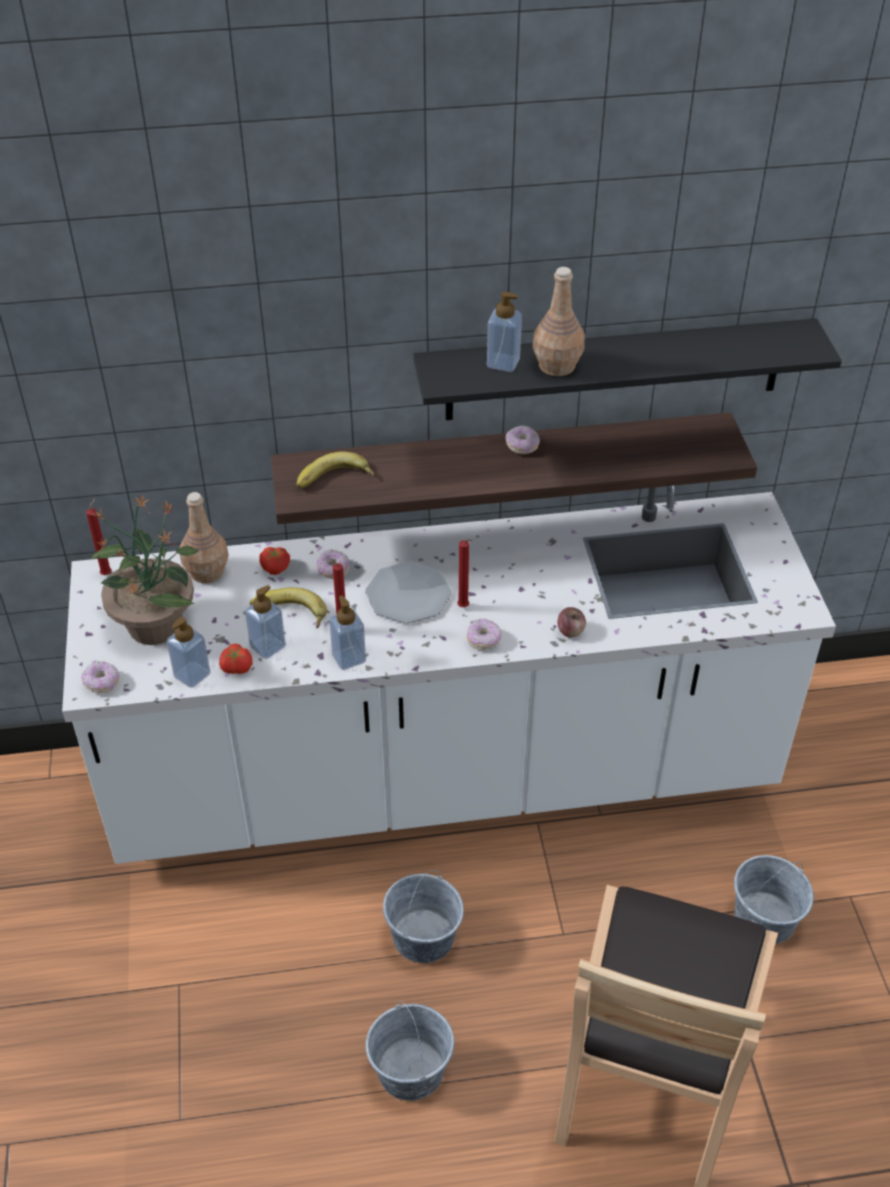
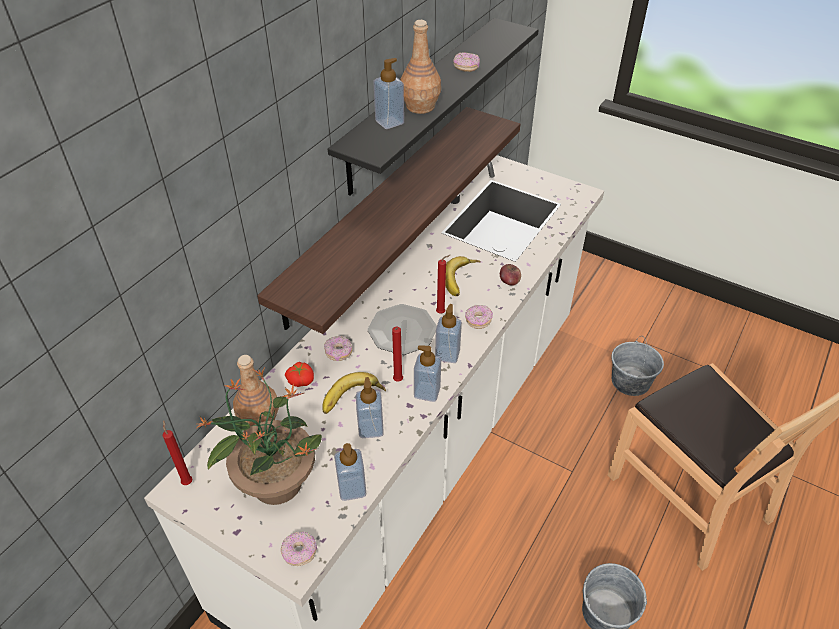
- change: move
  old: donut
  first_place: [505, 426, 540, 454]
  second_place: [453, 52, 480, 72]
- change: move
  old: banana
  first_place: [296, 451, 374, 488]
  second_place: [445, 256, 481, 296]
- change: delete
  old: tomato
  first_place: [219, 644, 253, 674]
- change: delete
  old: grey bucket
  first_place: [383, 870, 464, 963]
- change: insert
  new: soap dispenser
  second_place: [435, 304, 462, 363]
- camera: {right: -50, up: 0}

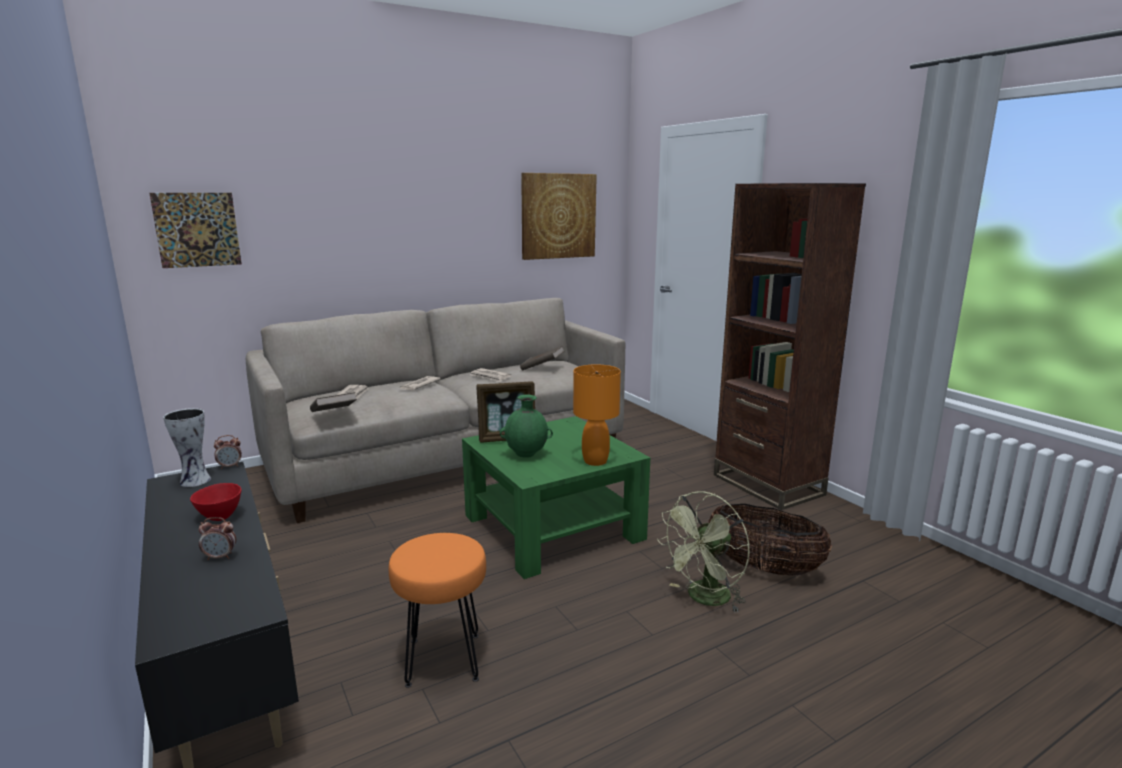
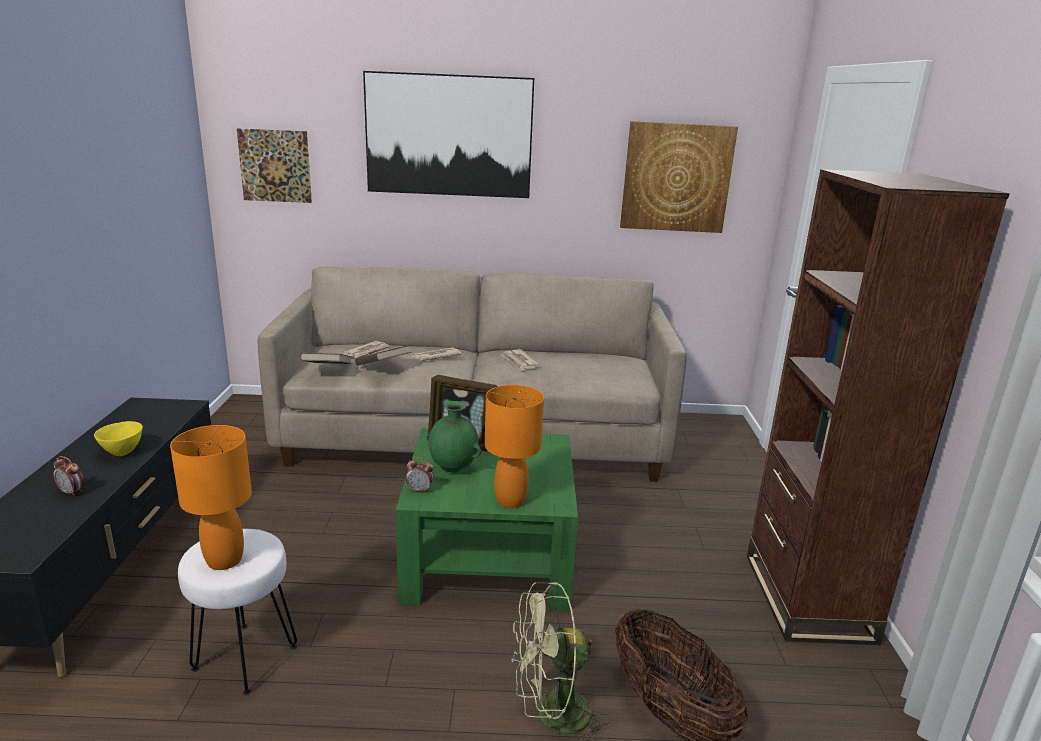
- change: move
  old: brown book
  first_place: [520, 346, 564, 371]
  second_place: [355, 345, 412, 365]
- change: delete
  old: vase
  first_place: [163, 408, 211, 487]
- change: move
  old: alarm clock
  first_place: [214, 435, 242, 469]
  second_place: [406, 457, 434, 493]
- change: recolor
  old: red bowl
  new: yellow bowl
  first_place: [190, 483, 242, 521]
  second_place: [94, 421, 143, 456]
- change: recolor
  old: orange stool
  new: white stool
  first_place: [389, 533, 486, 688]
  second_place: [178, 529, 297, 695]
- change: insert
  new: picture
  second_place: [363, 71, 534, 198]
- change: insert
  new: orange table lamp
  second_place: [170, 425, 252, 570]
- camera: {right: 30, up: 5}

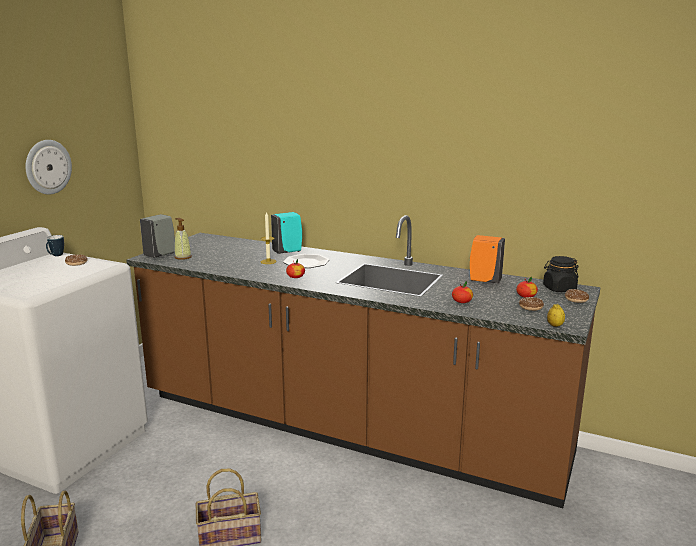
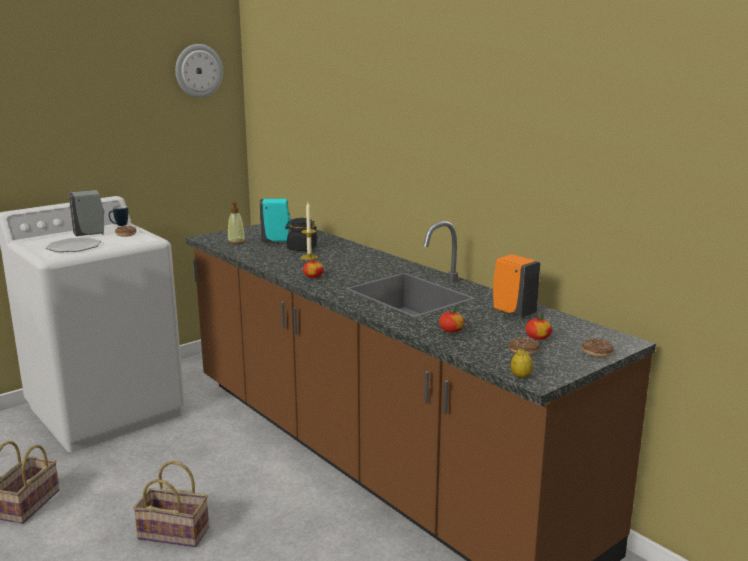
- change: move
  old: wall clock
  first_place: [26, 140, 72, 195]
  second_place: [175, 44, 223, 98]
- change: move
  old: turquoise soap dispenser
  first_place: [271, 212, 302, 254]
  second_place: [259, 198, 291, 242]
- change: move
  old: grey soap dispenser
  first_place: [140, 214, 175, 258]
  second_place: [68, 190, 104, 236]
- change: move
  old: plate
  first_place: [283, 254, 329, 268]
  second_place: [46, 237, 101, 252]
- change: move
  old: black jar
  first_place: [543, 256, 579, 292]
  second_place: [285, 218, 318, 251]
- camera: {right: 25, up: 0}

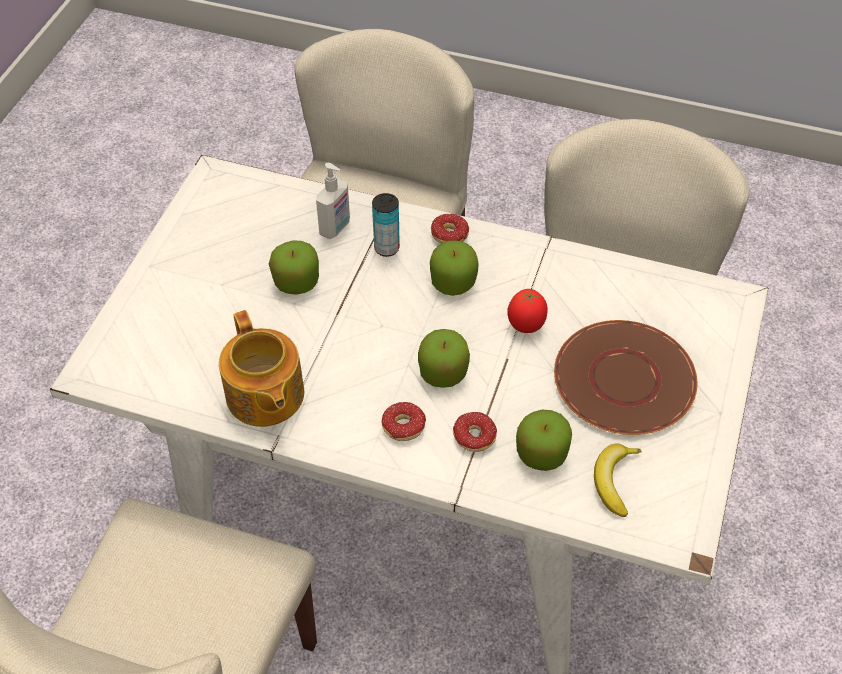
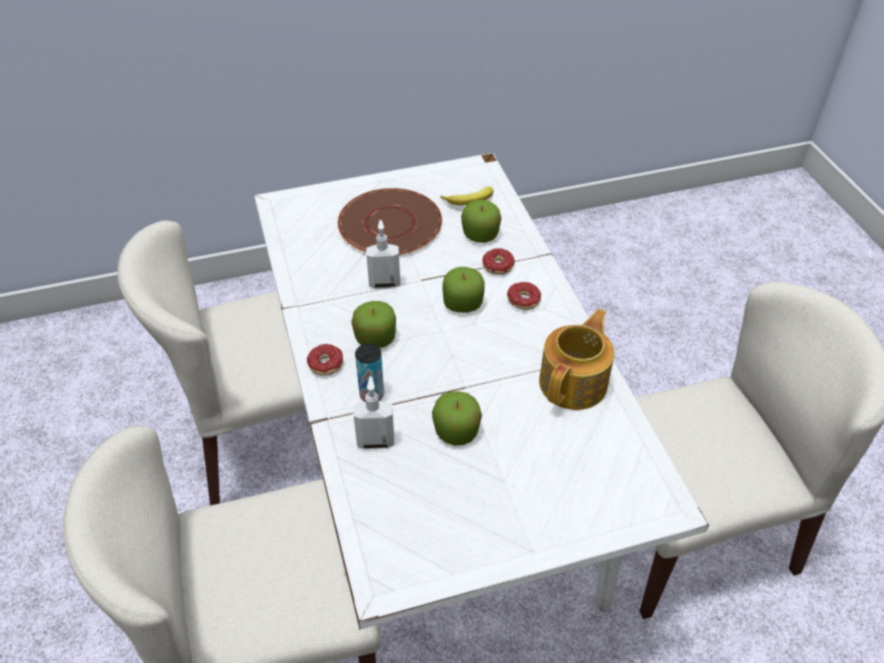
- change: replace
  old: tomato
  new: soap dispenser
  first_place: [507, 289, 548, 333]
  second_place: [366, 220, 400, 289]
- camera: {right: -125, up: -5}

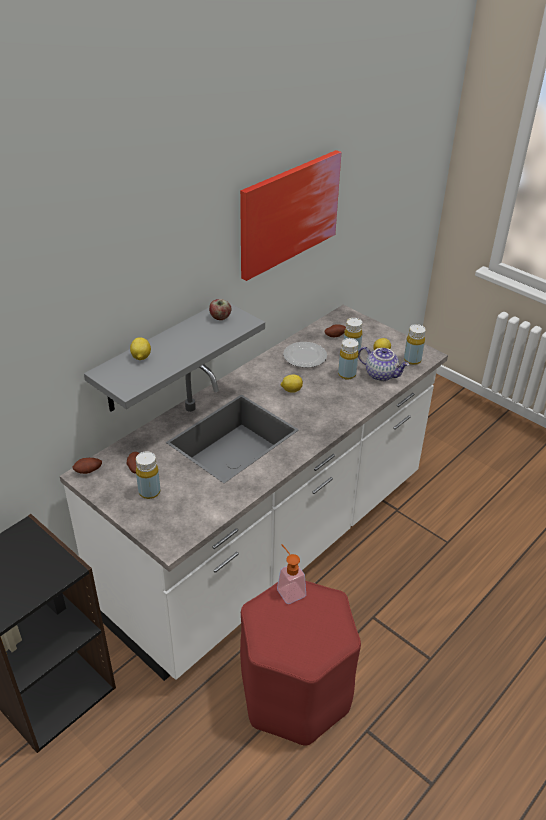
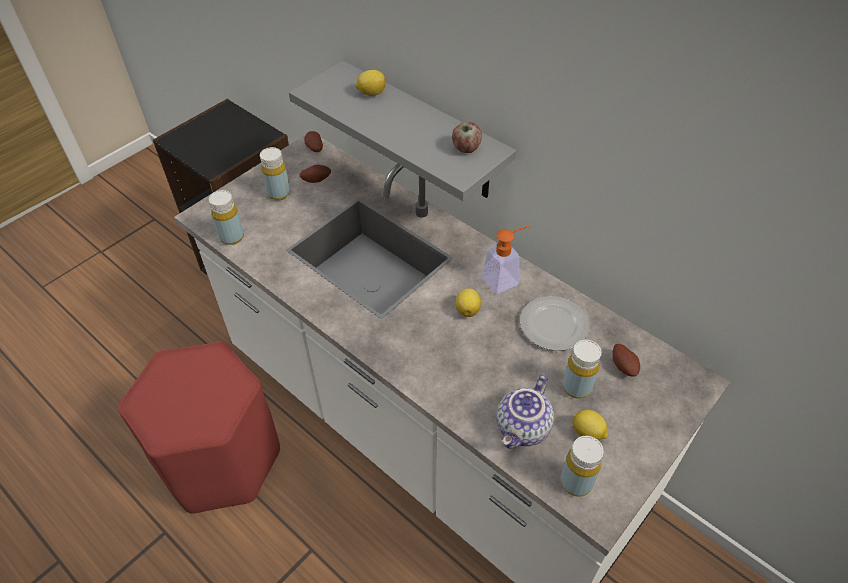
- change: delete
  old: picture
  first_place: [240, 150, 341, 281]
- change: move
  old: yellow bottle
  first_place: [338, 338, 359, 380]
  second_place: [209, 190, 244, 245]
- change: move
  old: soap dispenser
  first_place: [277, 544, 306, 604]
  second_place: [482, 225, 530, 294]
- camera: {right: 90, up: 10}

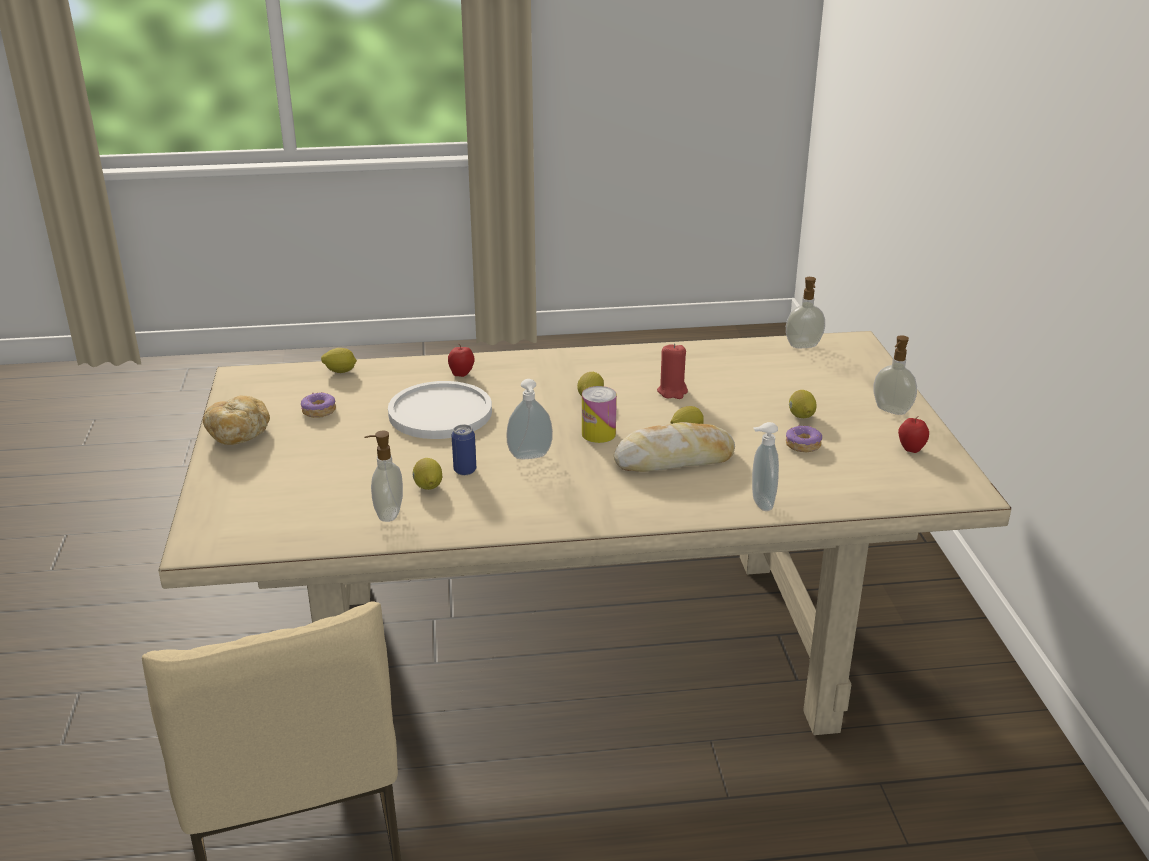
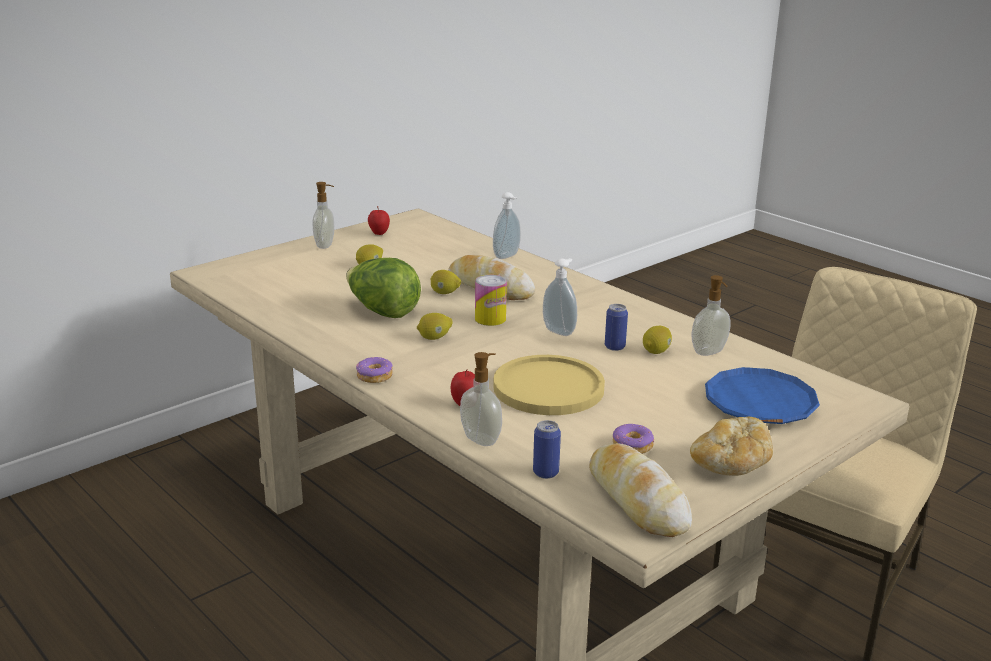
- change: move
  old: soap dispenser
  first_place: [786, 277, 825, 348]
  second_place: [460, 352, 502, 446]
- change: replace
  old: red candle
  new: lettuce
  first_place: [657, 343, 688, 399]
  second_place: [346, 258, 421, 318]
- change: replace
  old: lemon
  new: can
  first_place: [321, 348, 357, 373]
  second_place: [533, 420, 561, 479]
- change: recolor
  old: white plate
  new: yellow plate
  first_place: [388, 381, 492, 439]
  second_place: [493, 355, 605, 415]
- change: move
  old: donut
  first_place: [786, 425, 822, 453]
  second_place: [356, 357, 393, 383]
- change: insert
  new: blue plate
  second_place: [705, 367, 820, 424]
- change: insert
  new: bread
  second_place: [589, 443, 692, 537]
- camera: {right: -125, up: -5}

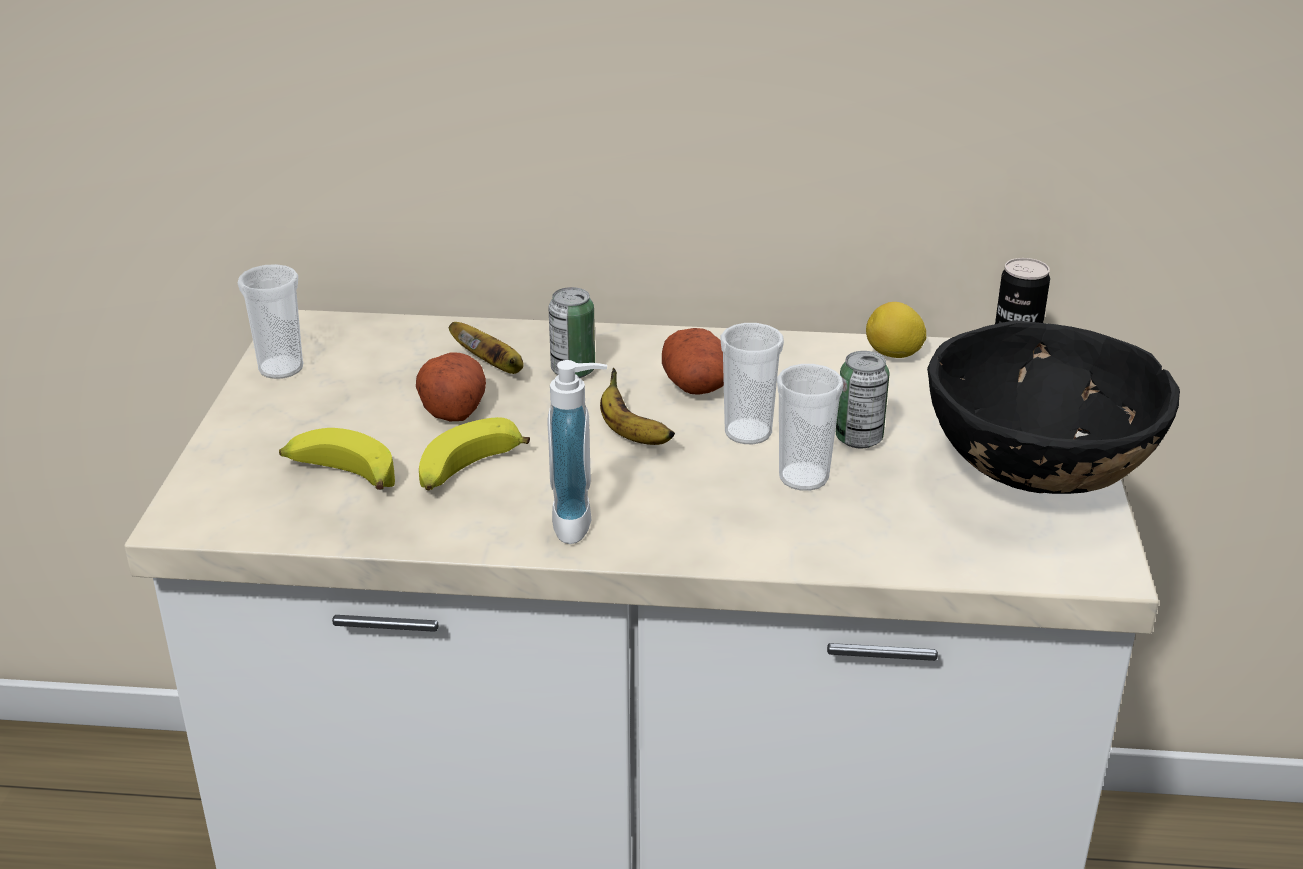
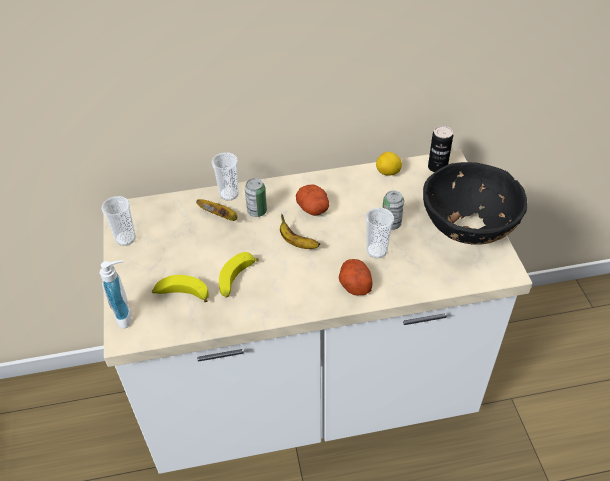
- change: move
  old: cup
  first_place: [720, 323, 784, 444]
  second_place: [212, 152, 239, 201]
- change: move
  old: potato
  first_place: [416, 352, 486, 421]
  second_place: [339, 259, 373, 295]
- change: move
  old: soap dispenser
  first_place: [547, 360, 607, 544]
  second_place: [100, 260, 132, 329]
- camera: {right: -15, up: 15}

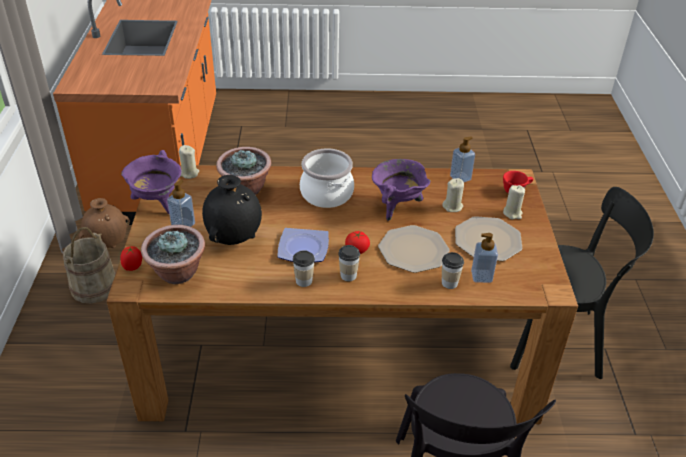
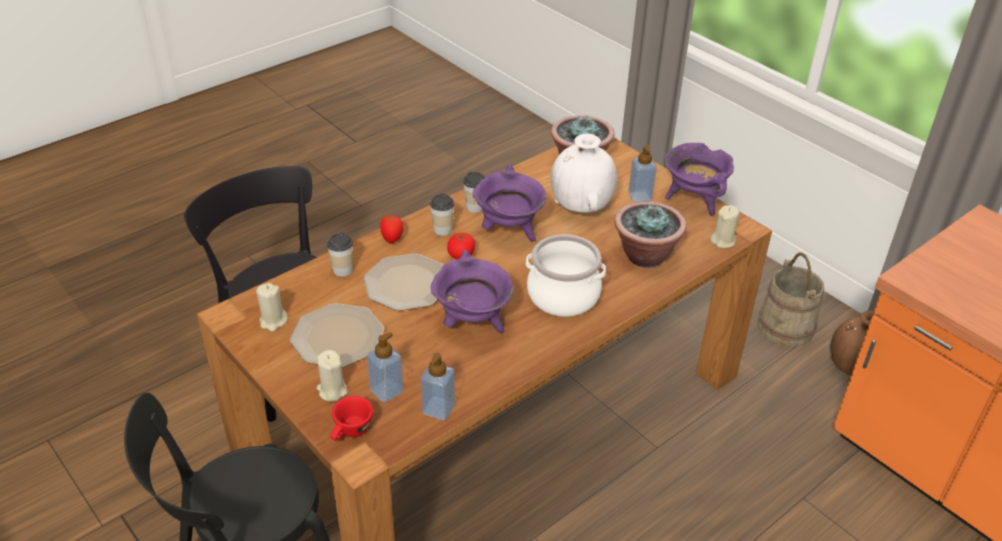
- change: recolor
  old: black vase
  new: white vase
  first_place: [202, 175, 262, 245]
  second_place: [551, 134, 617, 213]
- change: move
  old: beige candle
  first_place: [442, 178, 464, 212]
  second_place: [256, 283, 288, 331]
- change: replace
  old: plate
  new: purple cooking pot
  first_place: [277, 228, 329, 263]
  second_place: [473, 164, 546, 242]
- change: move
  old: soap dispenser
  first_place: [471, 233, 498, 283]
  second_place: [367, 332, 404, 403]
- change: move
  old: tomato
  first_place: [120, 246, 142, 271]
  second_place: [380, 214, 404, 243]
- camera: {right: 140, up: 0}

